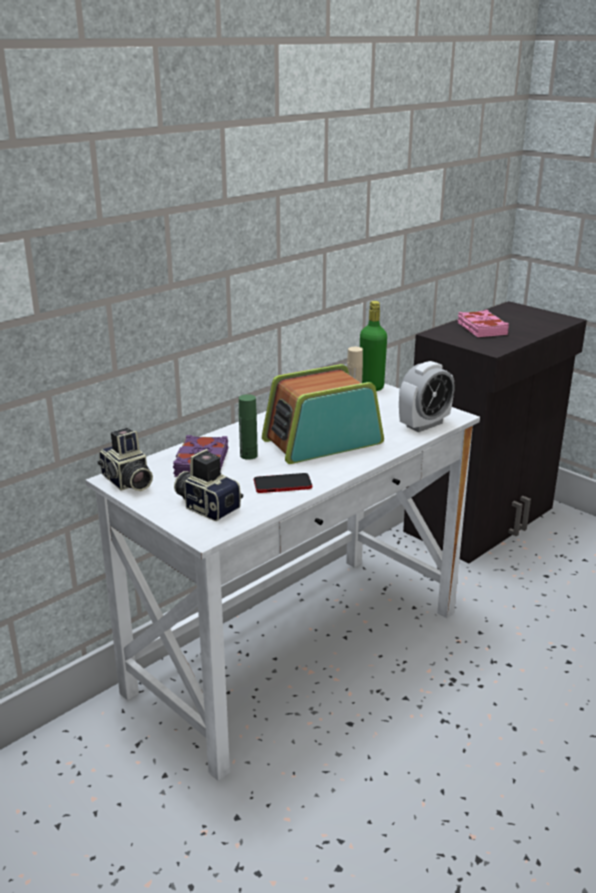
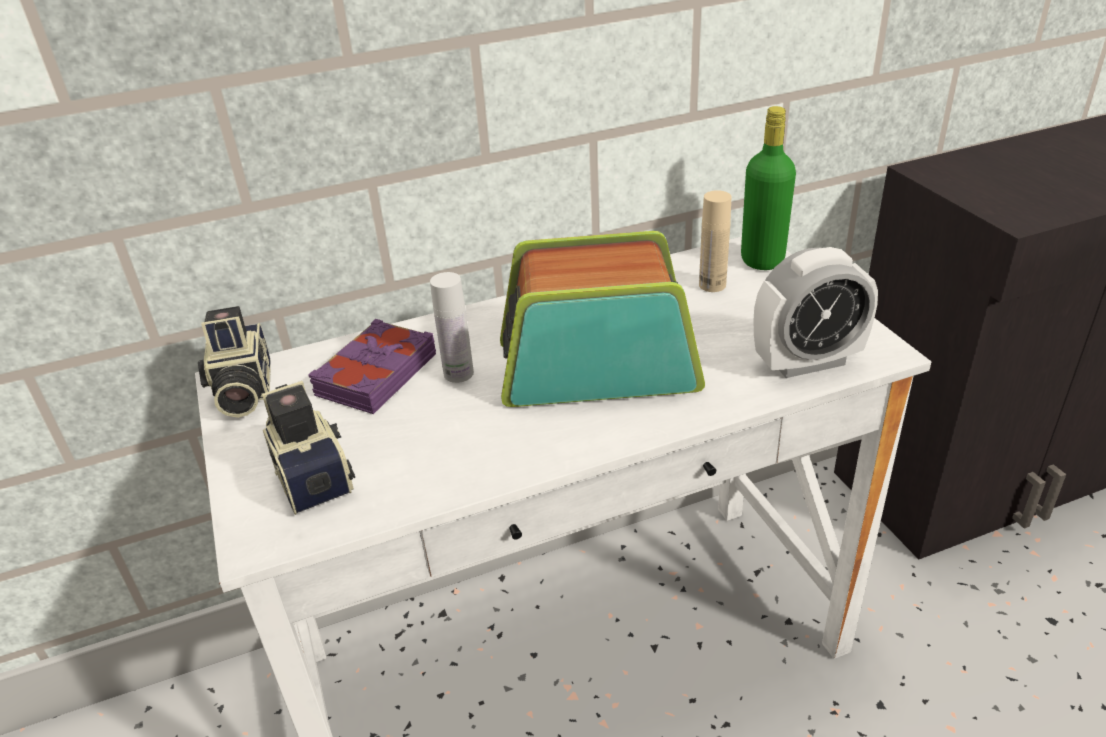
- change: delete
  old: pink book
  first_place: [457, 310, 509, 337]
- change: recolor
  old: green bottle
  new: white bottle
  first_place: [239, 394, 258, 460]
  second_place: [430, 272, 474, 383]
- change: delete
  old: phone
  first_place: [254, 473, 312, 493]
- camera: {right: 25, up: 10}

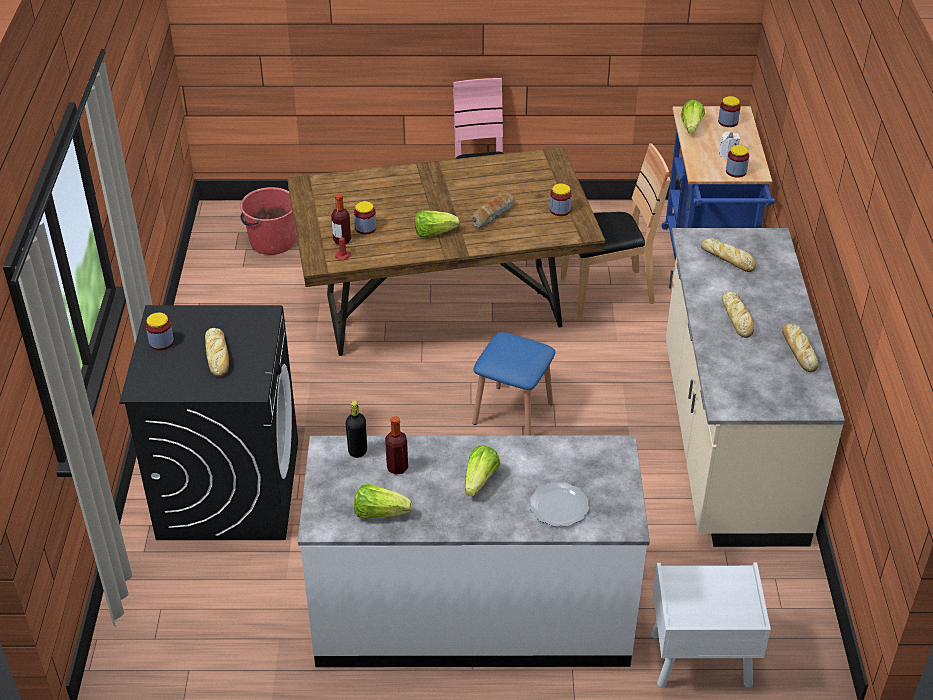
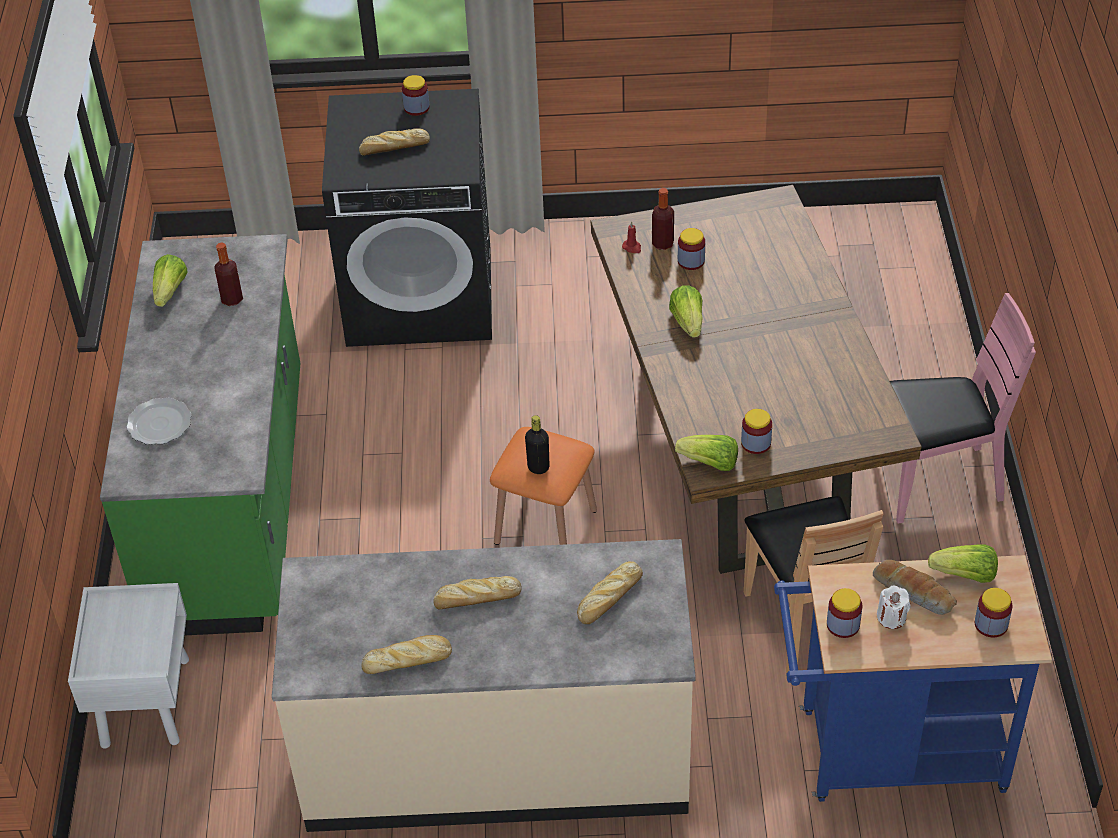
- change: delete
  old: red bucket
  first_place: [240, 187, 296, 255]
- change: move
  old: bread
  first_place: [472, 193, 514, 229]
  second_place: [873, 560, 957, 615]
- change: recolor
  old: blue stool
  new: orange stool
  first_place: [472, 332, 555, 436]
  second_place: [490, 427, 597, 545]
- change: move
  old: black bottle
  first_place: [345, 401, 367, 458]
  second_place: [525, 415, 549, 474]
- change: recolor
  old: white counter
  new: green counter
  first_place: [298, 435, 650, 667]
  second_place: [100, 234, 300, 635]
- change: move
  old: lettuce
  first_place: [465, 445, 500, 496]
  second_place: [675, 435, 738, 471]
- camera: {right: 90, up: 5}

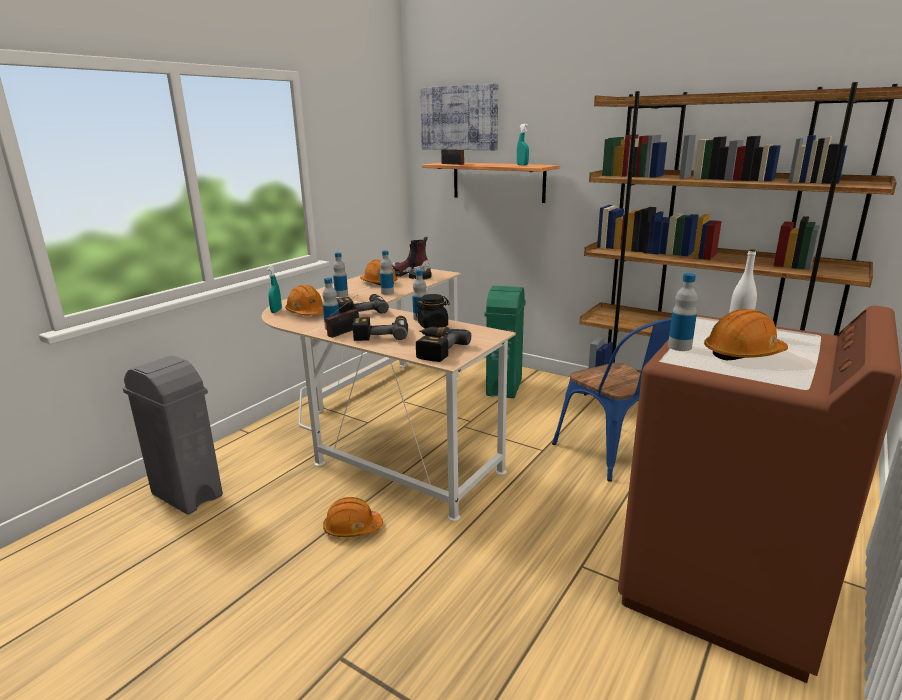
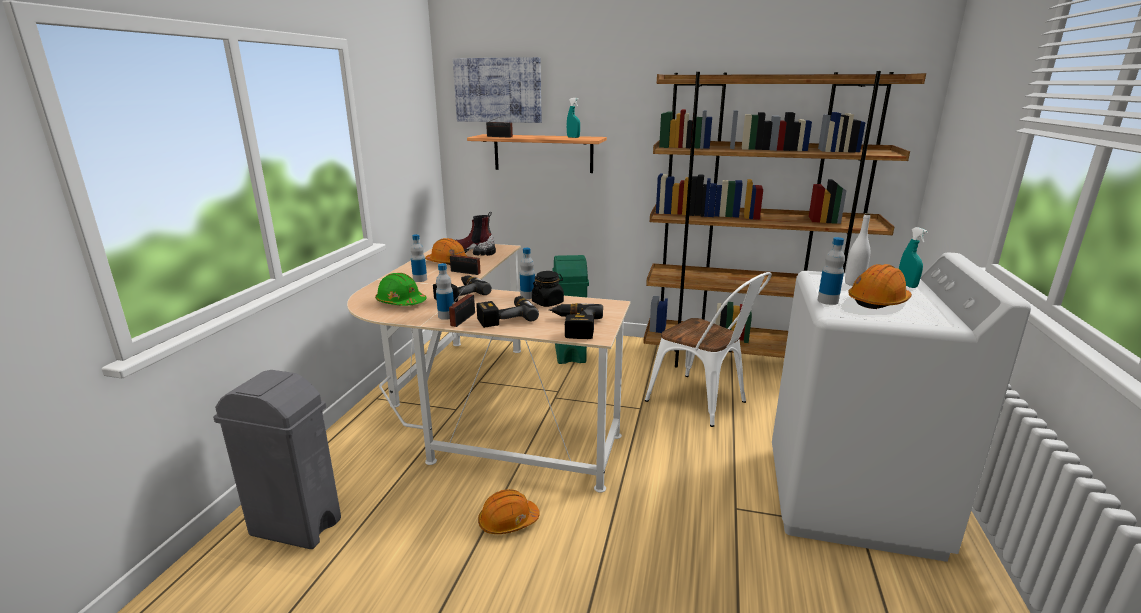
- change: replace
  old: bottle
  new: radio
  first_place: [380, 250, 394, 295]
  second_place: [450, 247, 481, 275]
- change: move
  old: turquoise spray bottle
  first_place: [267, 266, 282, 313]
  second_place: [899, 227, 928, 288]
- change: recolor
  old: orange hard hat
  new: green hard hat
  first_place: [285, 285, 323, 315]
  second_place: [375, 273, 427, 306]
- change: recolor
  old: brown washing machine
  new: white washing machine
  first_place: [618, 306, 902, 683]
  second_place: [772, 252, 1031, 562]
- change: recolor
  old: blue chair
  new: white chair
  first_place: [552, 318, 671, 482]
  second_place: [645, 272, 772, 427]
- camera: {right: -20, up: 0}

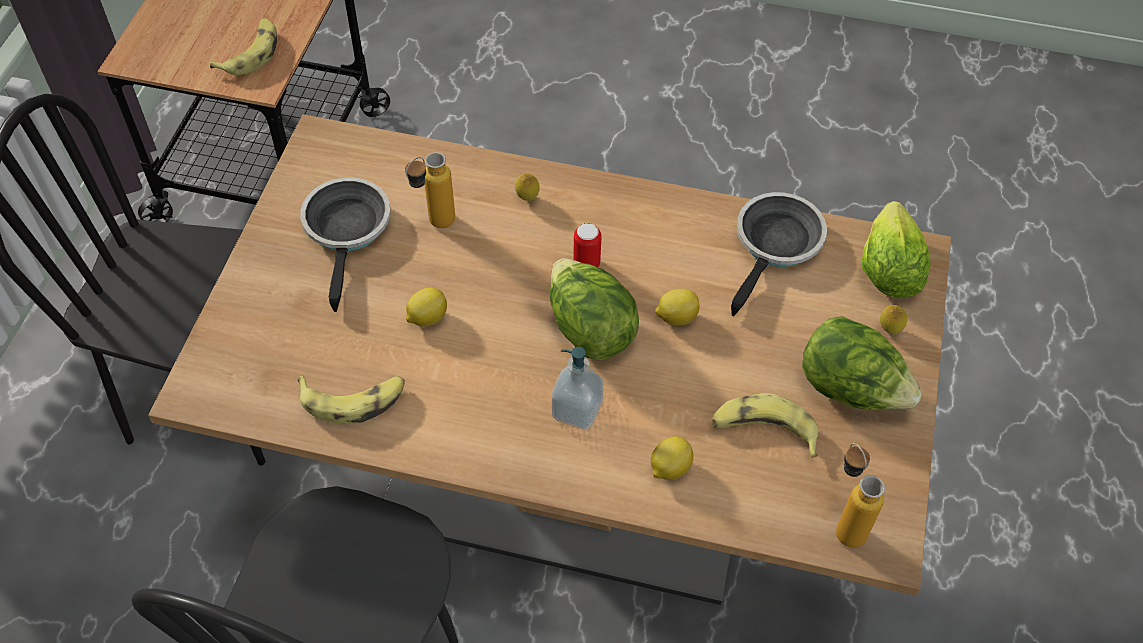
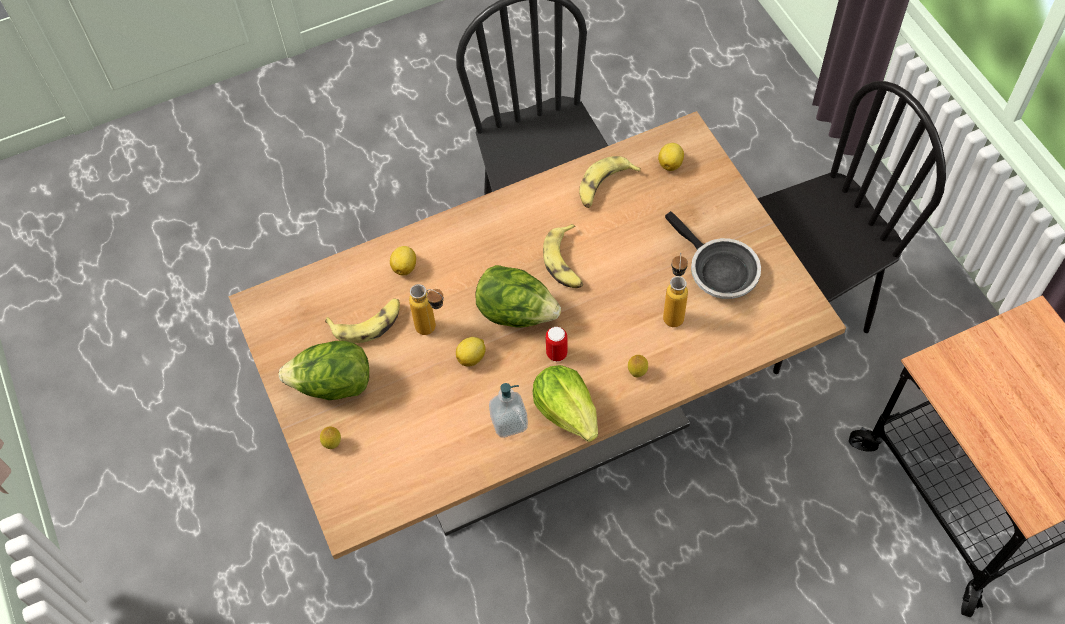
- change: move
  old: banana
  first_place: [210, 18, 277, 75]
  second_place: [543, 224, 583, 288]
- change: delete
  old: frying pan
  first_place: [731, 192, 827, 316]
- change: move
  old: lettuce
  first_place: [862, 201, 930, 297]
  second_place: [532, 365, 598, 442]
- change: move
  old: lemon
  first_place: [406, 288, 447, 327]
  second_place: [658, 143, 684, 171]
- change: move
  old: soap dispenser
  first_place: [552, 347, 604, 429]
  second_place: [489, 383, 528, 438]
- change: move
  old: bottle
  first_place: [836, 443, 885, 548]
  second_place: [409, 284, 444, 335]
- camera: {right: 145, up: 5}

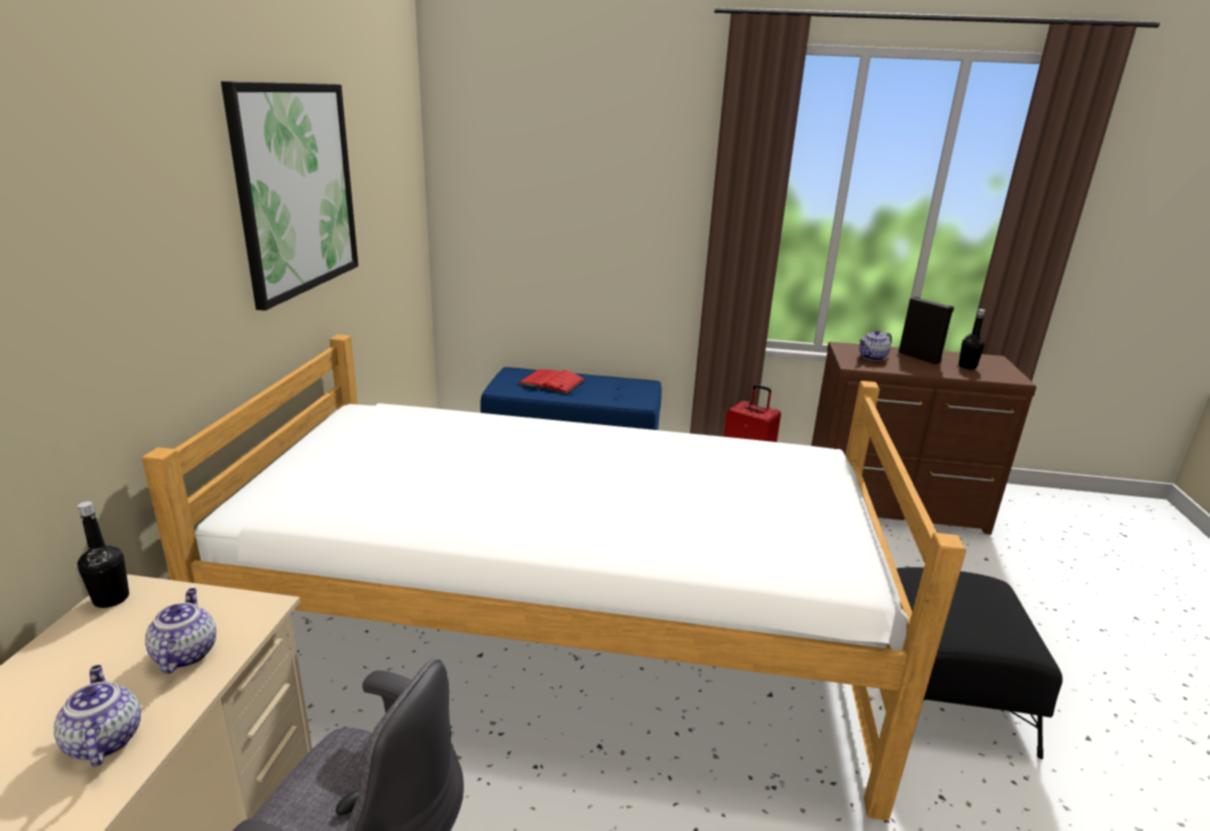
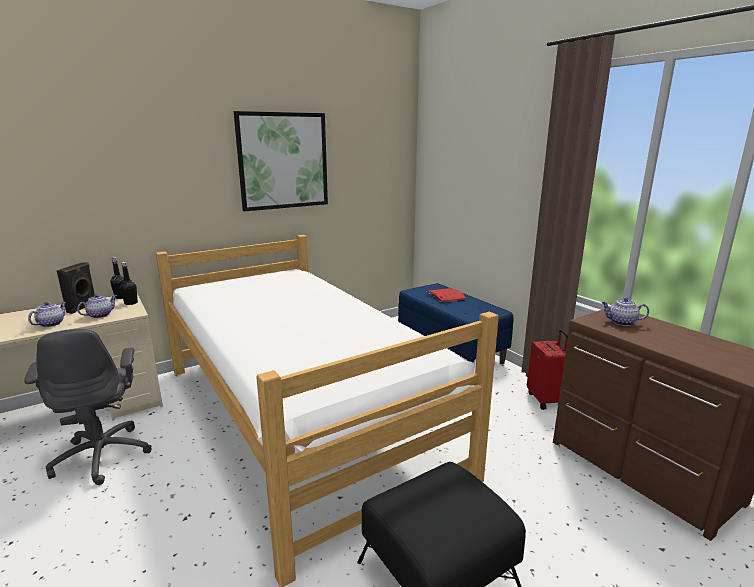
- change: move
  old: black speaker
  first_place: [898, 297, 954, 364]
  second_place: [57, 262, 95, 314]
- change: move
  old: black bottle
  first_place: [959, 309, 985, 370]
  second_place: [120, 262, 138, 305]
- camera: {right: 50, up: -5}

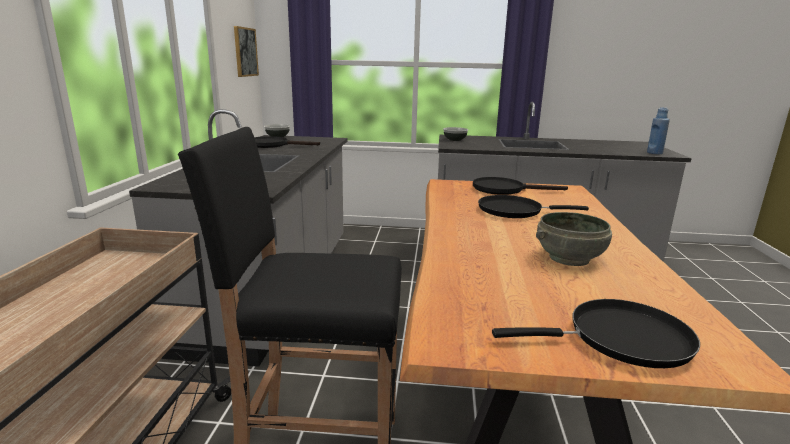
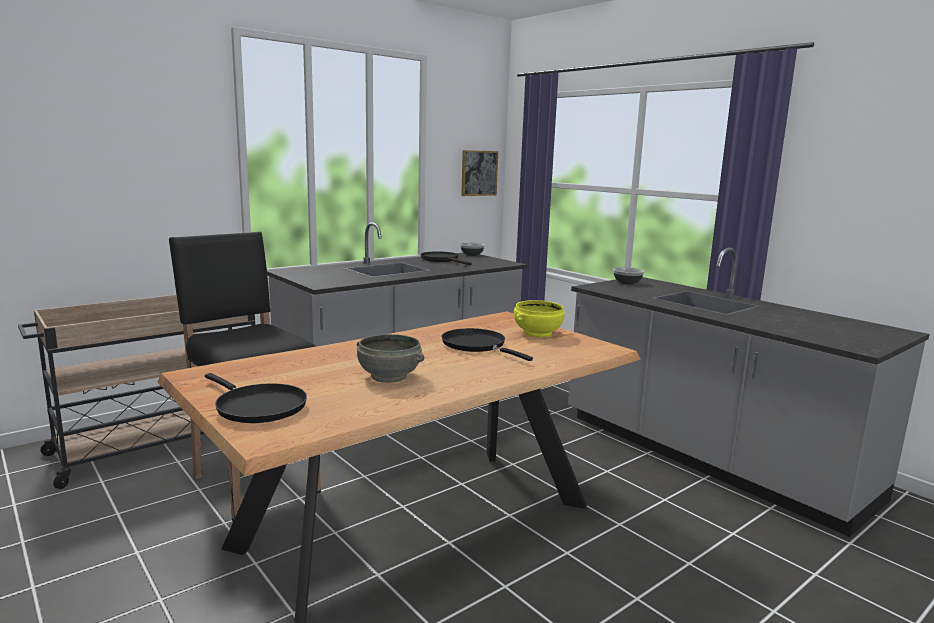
- change: delete
  old: blue bottle
  first_place: [647, 107, 670, 154]
- change: replace
  old: black frying pan
  new: yellow bowl
  first_place: [473, 177, 568, 195]
  second_place: [514, 300, 565, 337]
- camera: {right: 45, up: -5}

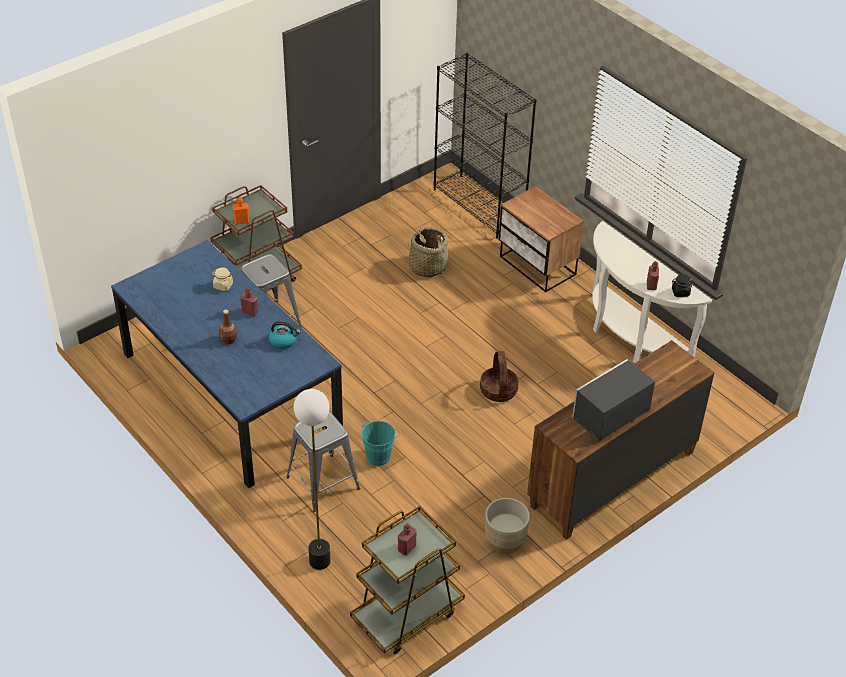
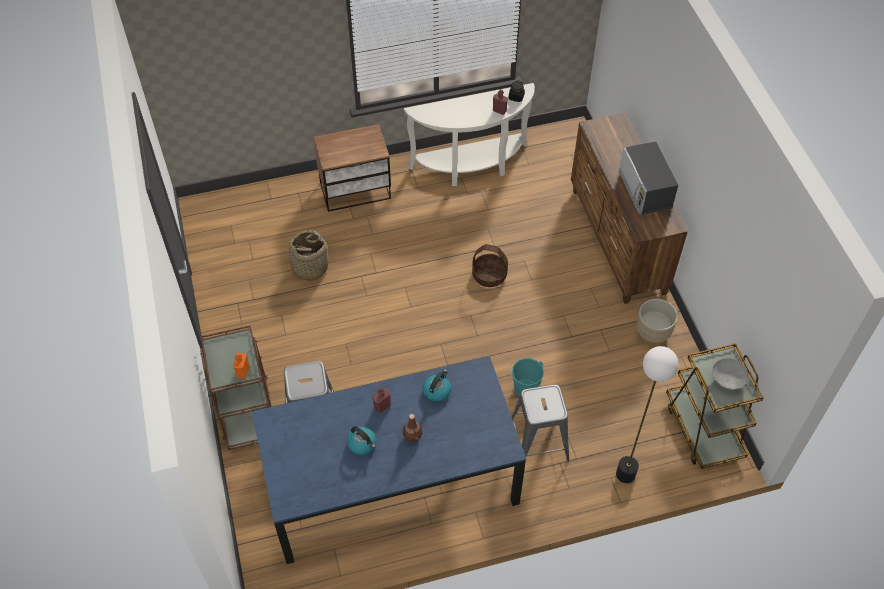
- change: delete
  old: black bookcase
  first_place: [433, 53, 536, 239]
- change: delete
  old: beige jar
  first_place: [212, 267, 233, 291]
- change: replace
  old: red bottle
  new: grey bowl
  first_place: [398, 523, 417, 555]
  second_place: [712, 358, 749, 390]
- change: insert
  new: kettle
  second_place: [347, 426, 376, 455]
- camera: {right: -65, up: 10}

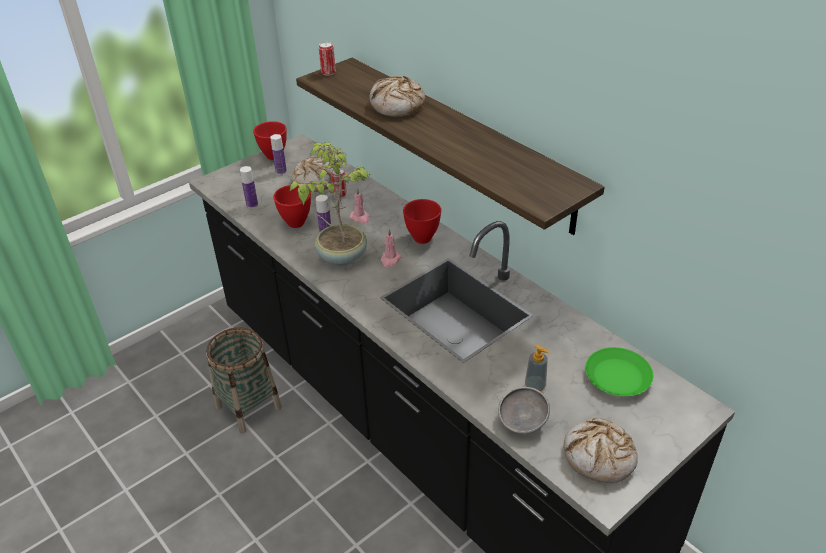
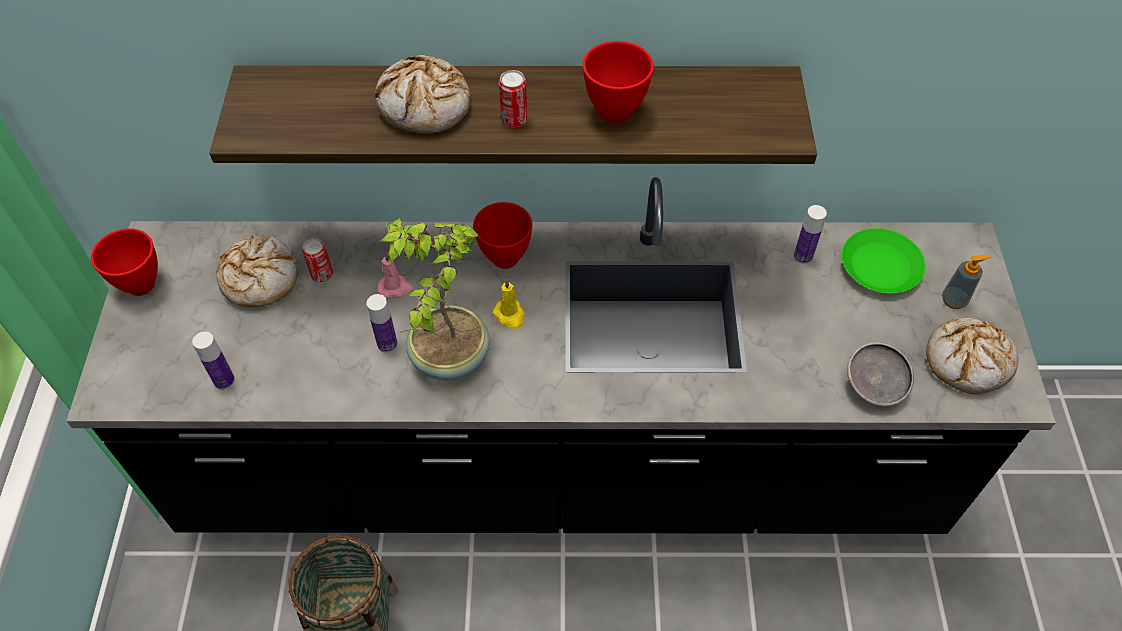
- change: move
  old: can
  first_place: [319, 42, 336, 76]
  second_place: [499, 70, 528, 127]
- change: move
  old: bottle
  first_place: [270, 134, 287, 175]
  second_place: [794, 205, 827, 264]
- change: move
  old: red bowl
  first_place: [273, 185, 311, 228]
  second_place: [583, 41, 654, 124]
- change: recolor
  old: pink candle
  new: yellow candle
  first_place: [381, 229, 401, 267]
  second_place: [493, 279, 525, 329]
- change: move
  old: soap dispenser
  first_place: [525, 344, 550, 392]
  second_place: [942, 255, 992, 309]
- camera: {right: -50, up: 15}

